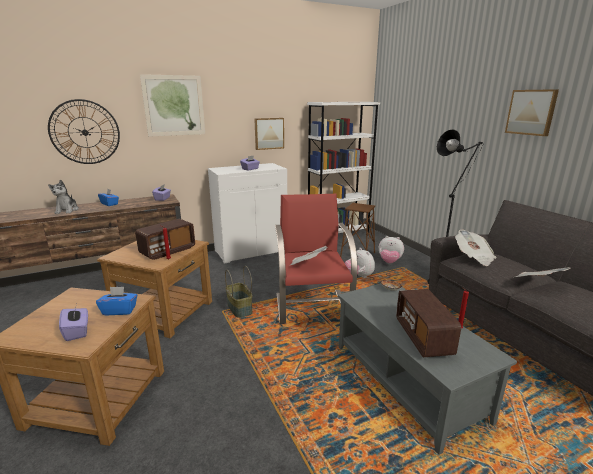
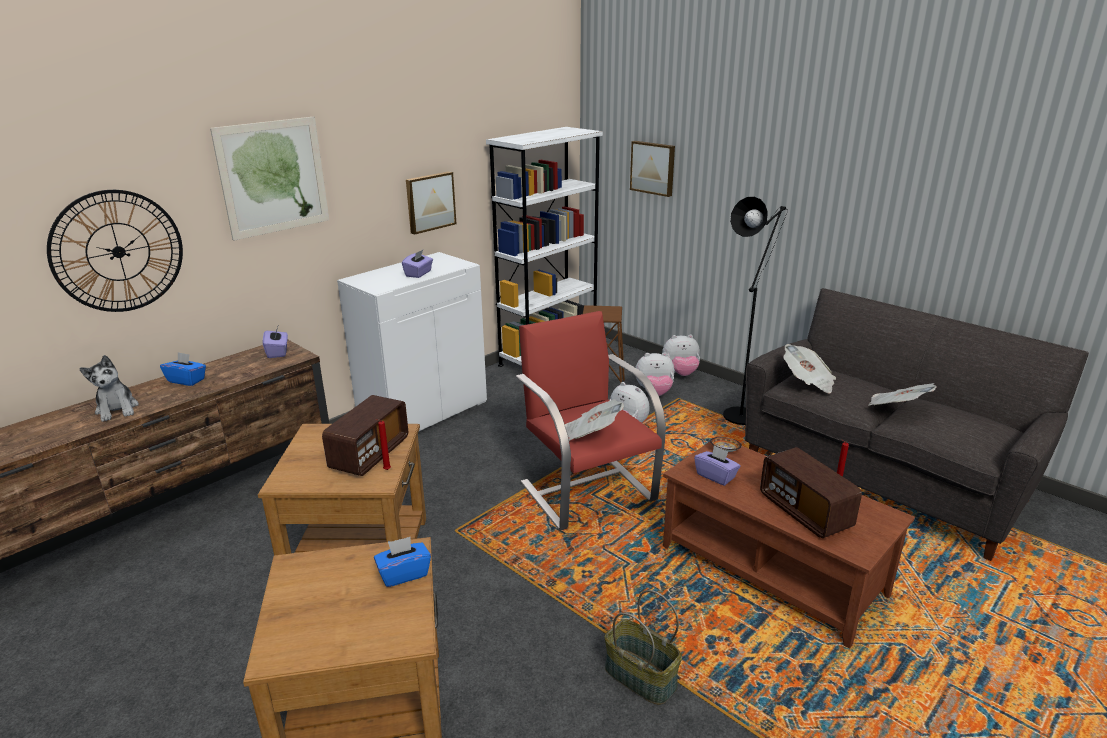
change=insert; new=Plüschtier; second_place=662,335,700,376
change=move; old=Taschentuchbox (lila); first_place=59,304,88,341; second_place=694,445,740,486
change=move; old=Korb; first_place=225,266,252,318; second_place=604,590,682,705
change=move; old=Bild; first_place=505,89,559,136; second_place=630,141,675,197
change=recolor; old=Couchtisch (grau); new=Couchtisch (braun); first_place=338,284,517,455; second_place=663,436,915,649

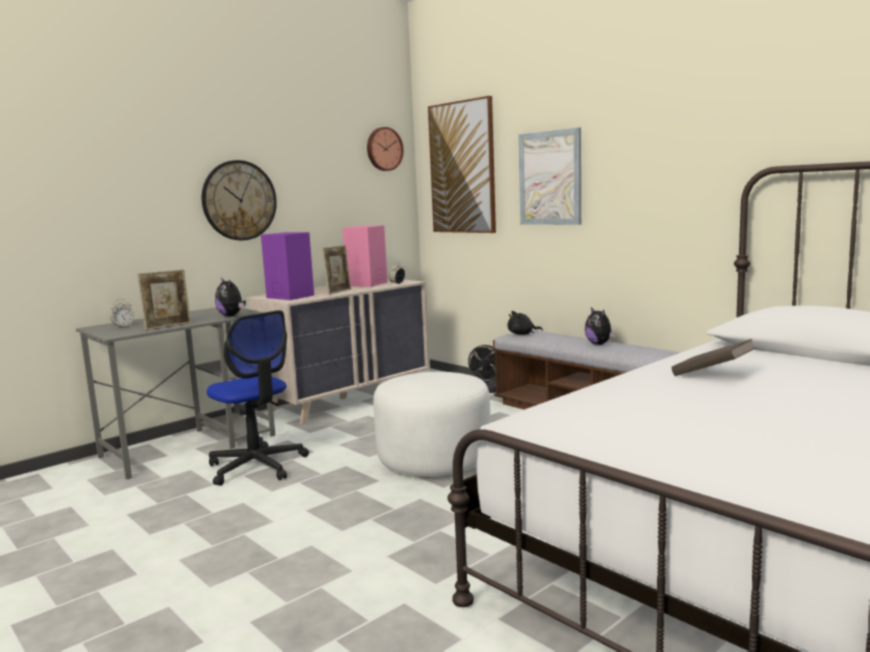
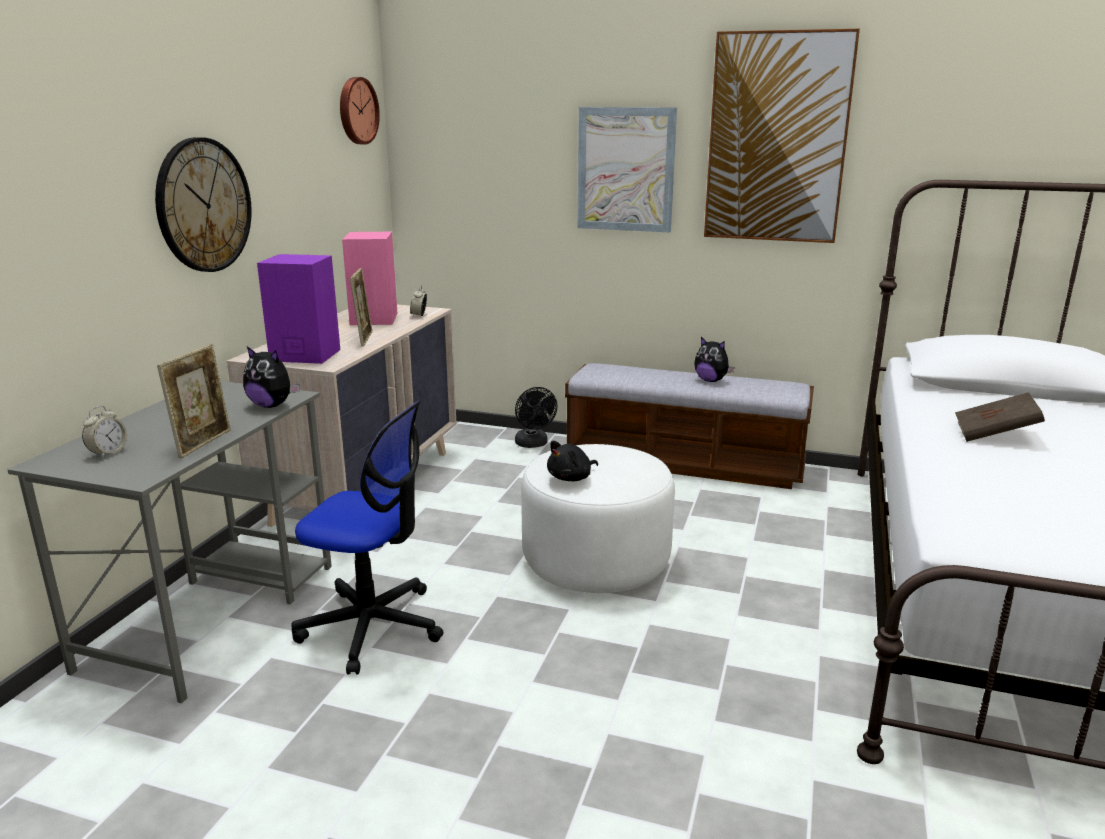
change=move; old=Bild; first_place=428,96,496,233; second_place=704,29,860,243
change=move; old=Plüschtier (schwarz); first_place=508,311,543,335; second_place=547,440,598,481

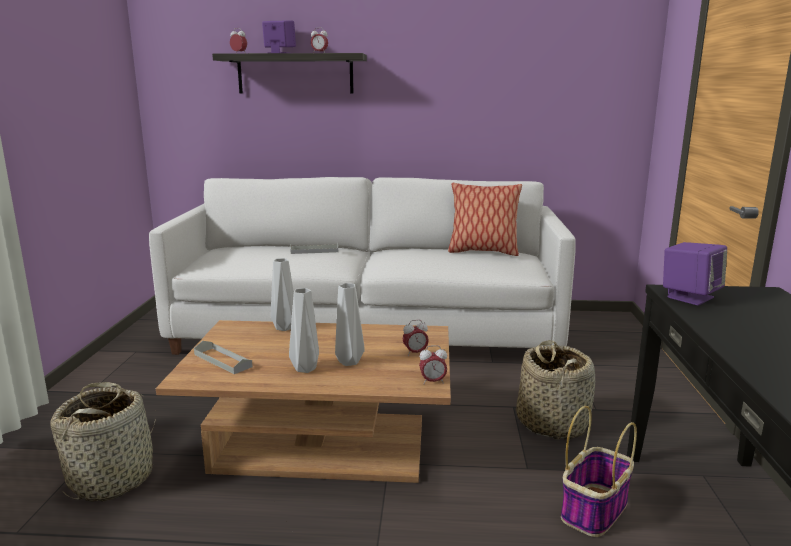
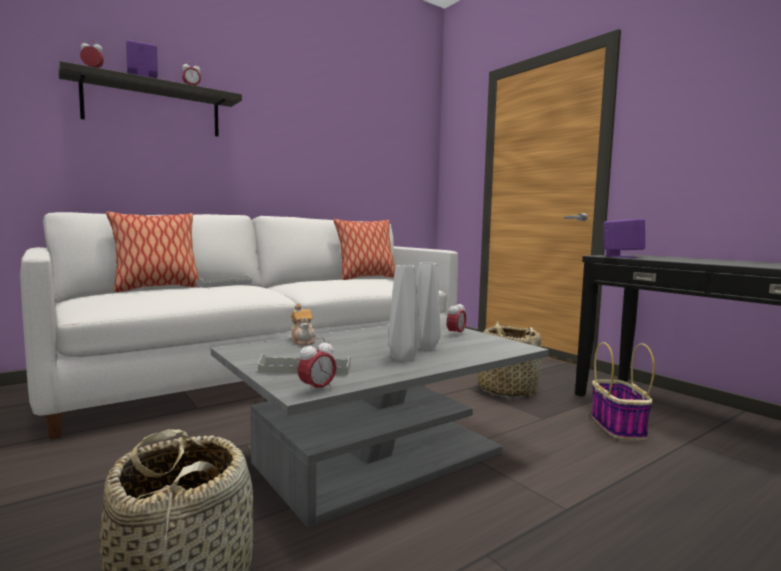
change=insert; new=Kissen; second_place=106,211,199,292
change=move; old=Wecker; first_place=419,345,447,384; second_place=297,337,336,394
change=replace; old=Vase (grau); new=Teekanne; first_place=271,258,294,331; second_place=291,303,316,345
change=recolor; old=Couchtisch (braun); new=Couchtisch (grau); first_place=156,320,451,483; second_place=211,322,549,528

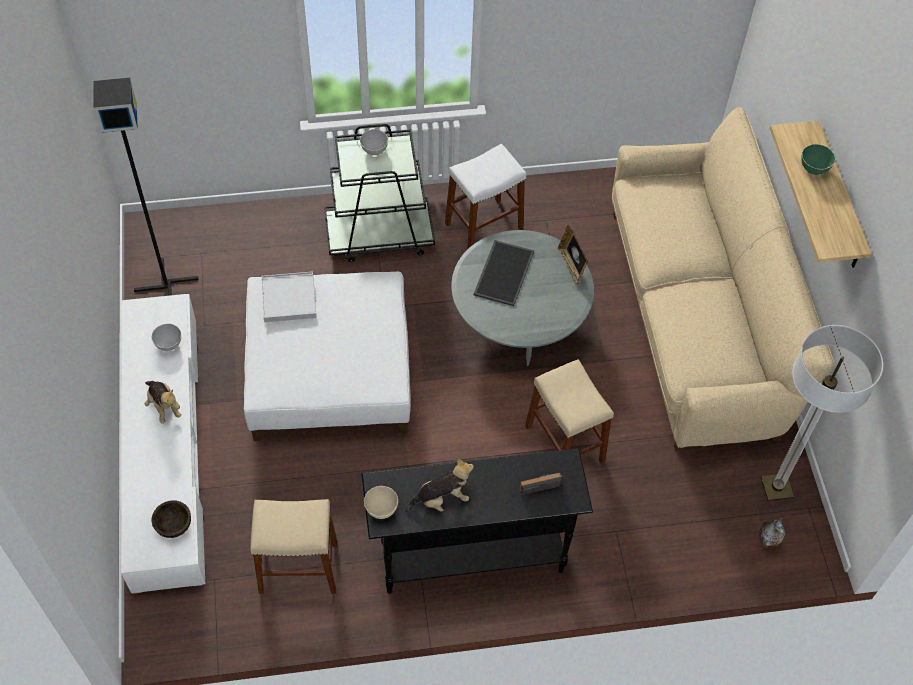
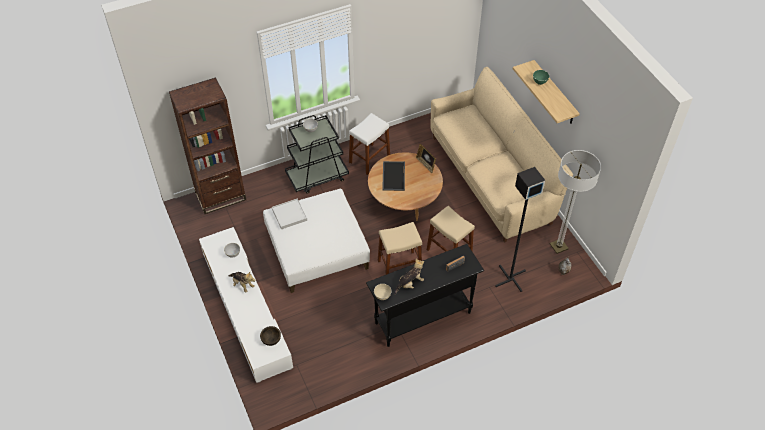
change=insert; new=Bücherregal (braun); second_place=169,77,246,214
change=move; old=Stehlampe (schwarz); first_place=93,78,198,296; second_place=495,167,545,292
change=move; old=Hocker (beige); first_place=251,499,338,594; second_place=378,222,422,275
change=recolor; old=Couchtisch (grau); new=Couchtisch (braun); first_place=451,230,594,366; second_place=368,152,443,221

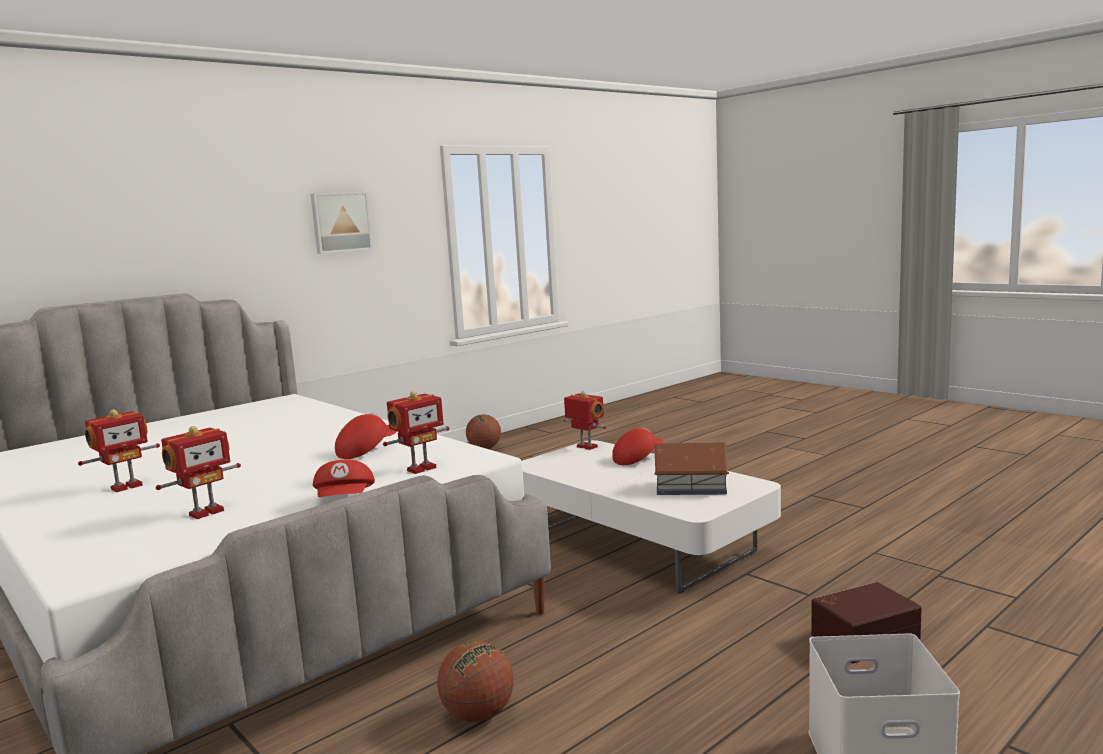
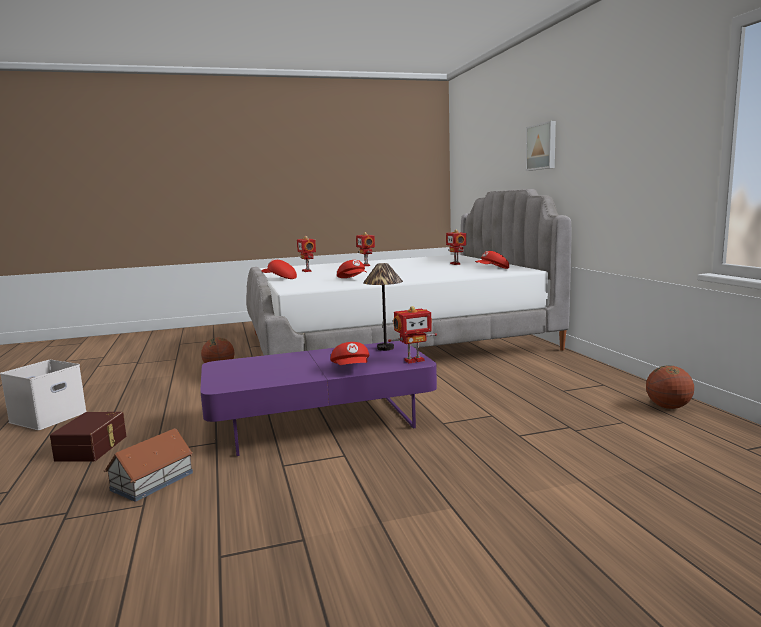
change=insert; new=Tischlampe; second_place=363,263,403,351
change=insert; new=Kappe (rot); second_place=475,251,509,269
change=move; old=Bild; first_place=311,192,373,254; second_place=526,121,556,171
change=move; old=Spielzeugroboter; first_place=383,391,449,474; second_place=446,229,466,265
change=move; old=Spielzeughaus; first_place=654,443,729,495; second_place=104,428,193,502
change=recolor; old=Couchtisch (weiß); new=Couchtisch (lila); first_place=522,440,781,593; second_place=200,341,437,456

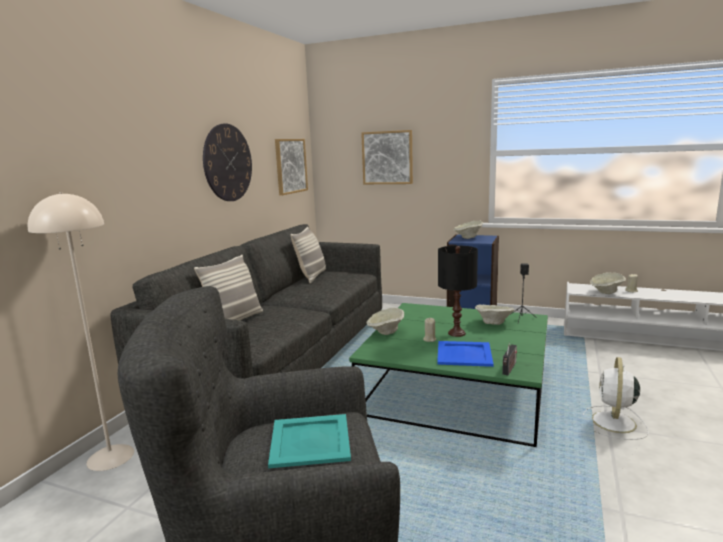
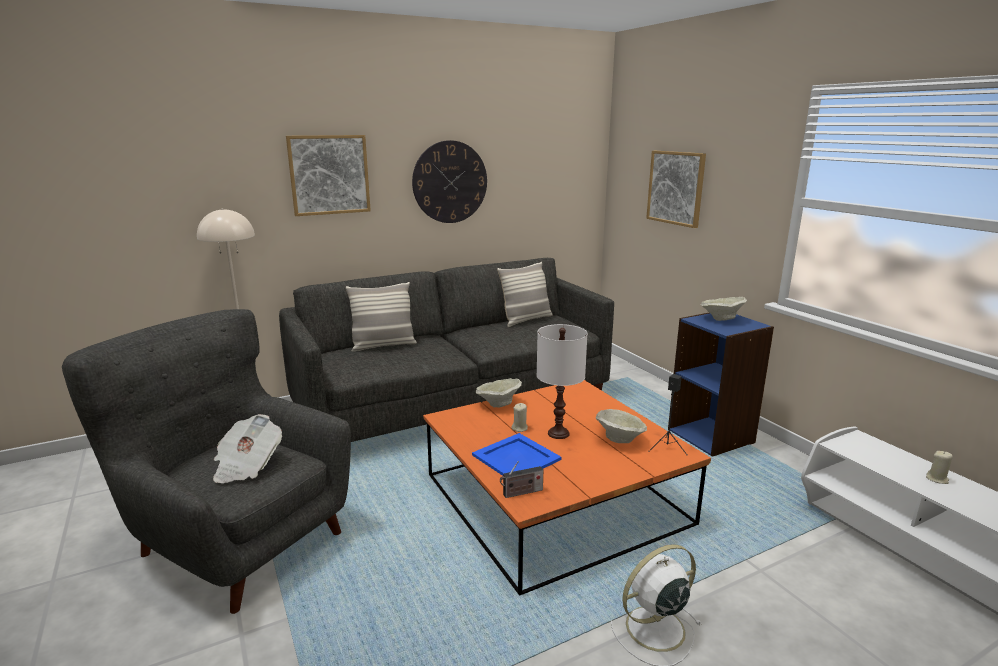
change=delete; old=Schüssel (beige); first_place=590,273,626,294
change=move; old=Bild; first_place=275,139,308,195; second_place=286,135,371,216
change=replace; old=Tablett (türkis); new=Zeitung; first_place=268,414,351,468; second_place=213,414,282,483
change=recolor; old=Couchtisch (grün); new=Couchtisch (orange); first_place=349,303,548,447; second_place=423,380,711,596
change=recolor; old=Tischlampe (schwarz); new=Tischlampe (weiß); first_place=438,245,478,337; second_place=537,324,588,439

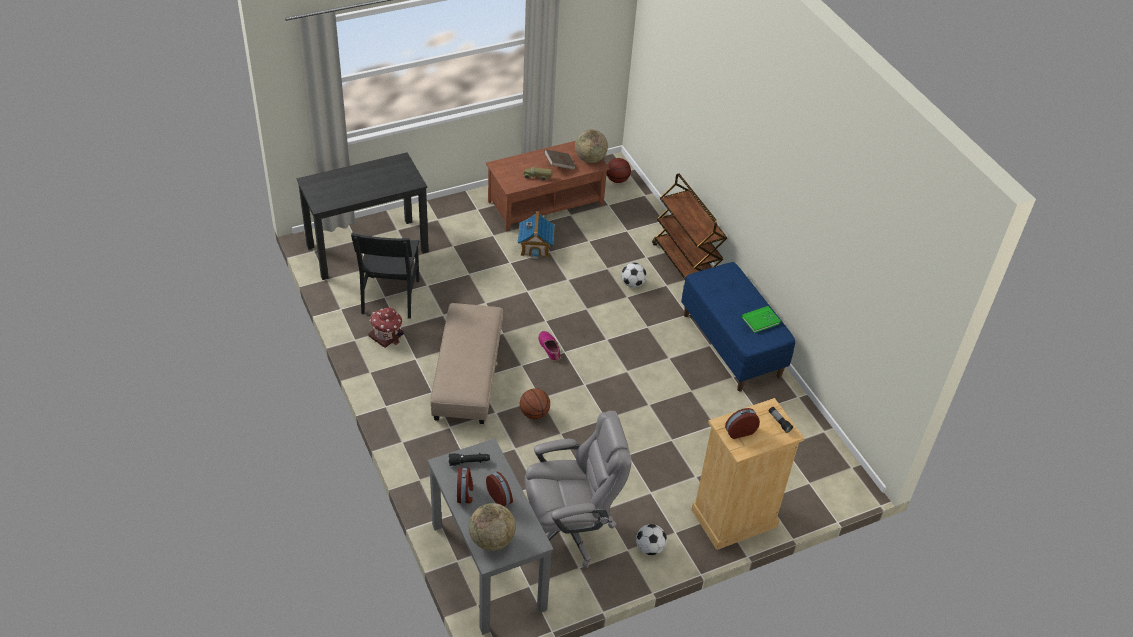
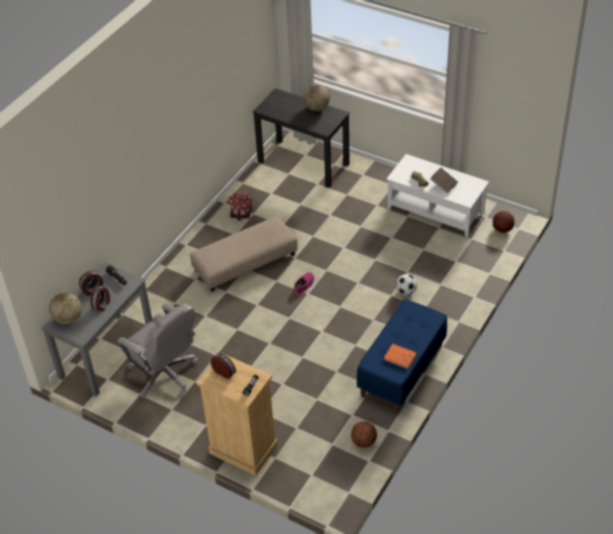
change=delete; old=Stuhl (schwarz); first_place=351,233,419,319
change=delete; old=Spielzeughaus; first_place=518,211,555,260
change=delete; old=Fußball; first_place=636,524,667,555
change=delete; old=Rollwagen (braun); first_place=652,174,727,279
change=move; old=Basketball; first_place=520,388,550,419; second_place=351,421,377,448
change=move; old=Globus; first_place=575,129,608,163; second_place=303,84,330,111
change=recolor; old=Couchtisch (braun); new=Couchtisch (weiß); first_place=486,141,609,231; second_place=386,154,489,237
change=recolor; old=Buch (grün); new=Buch (orange); first_place=742,306,781,333; second_place=384,344,417,369

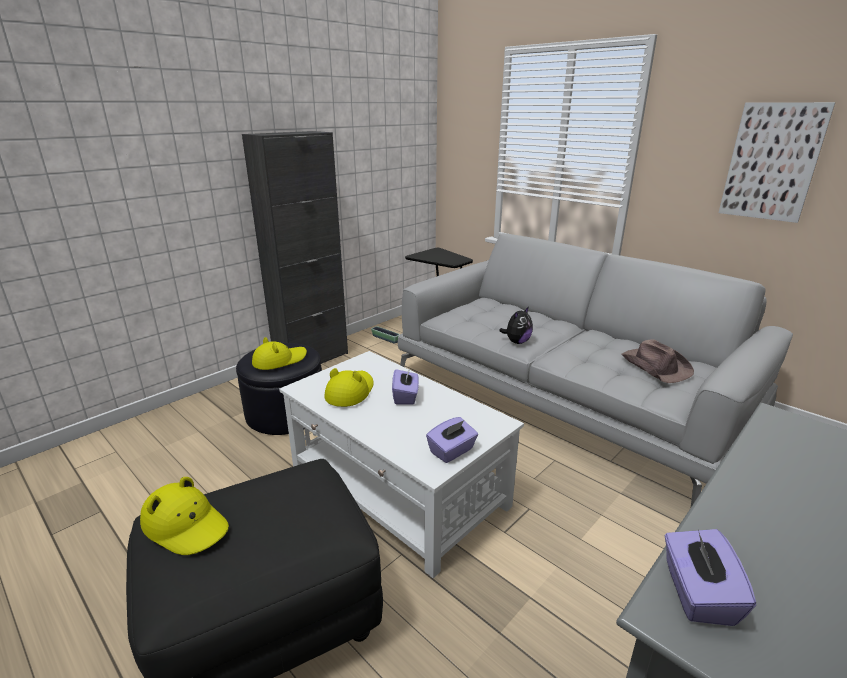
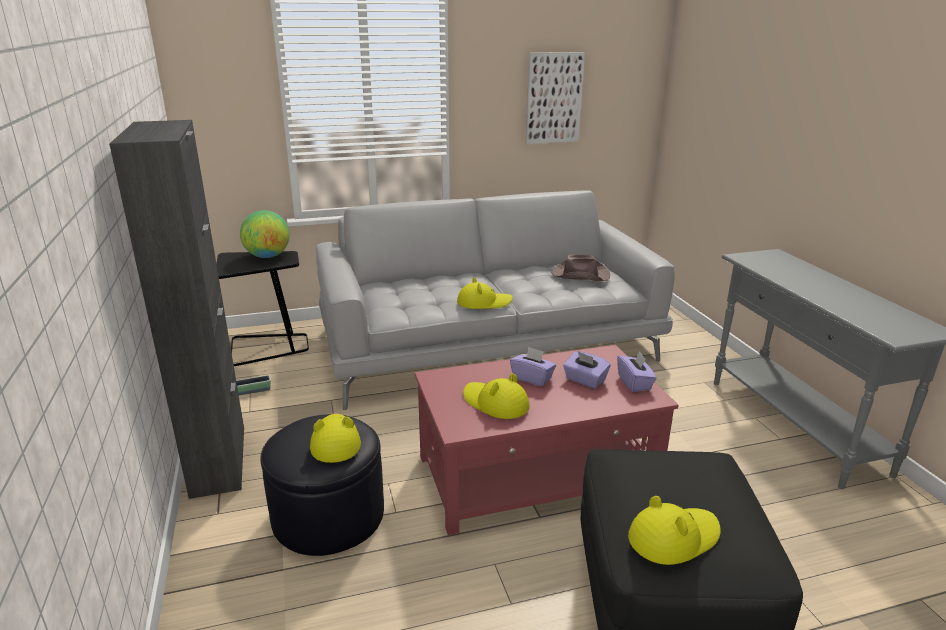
change=insert; new=Globus; second_place=240,210,290,258
change=move; old=Taschentuchbox (lila); first_place=665,529,756,626; second_place=563,351,611,389
change=replace; old=Plüschtier; new=Hut (gelb); first_place=499,306,533,344; second_place=457,277,513,309
change=recolor; old=Couchtisch (weiß); new=Couchtisch (rot); first_place=279,351,524,578; second_place=415,345,679,535

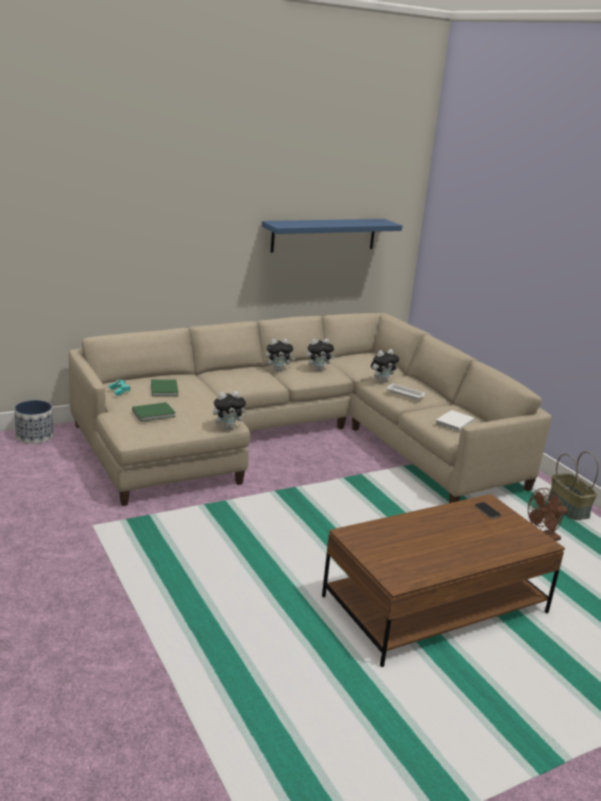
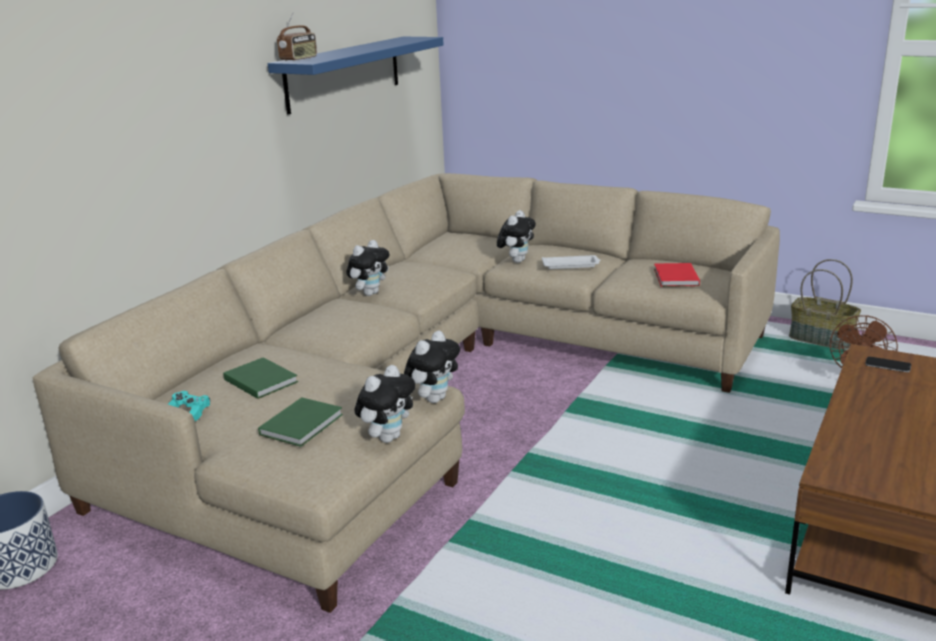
change=insert; new=Radio; second_place=277,12,317,61
change=move; old=Plüschtier; first_place=306,338,335,371; second_place=355,365,416,443
change=recolor; old=Buch (weiß); new=Buch (rot); first_place=435,410,474,432; second_place=654,263,700,287

